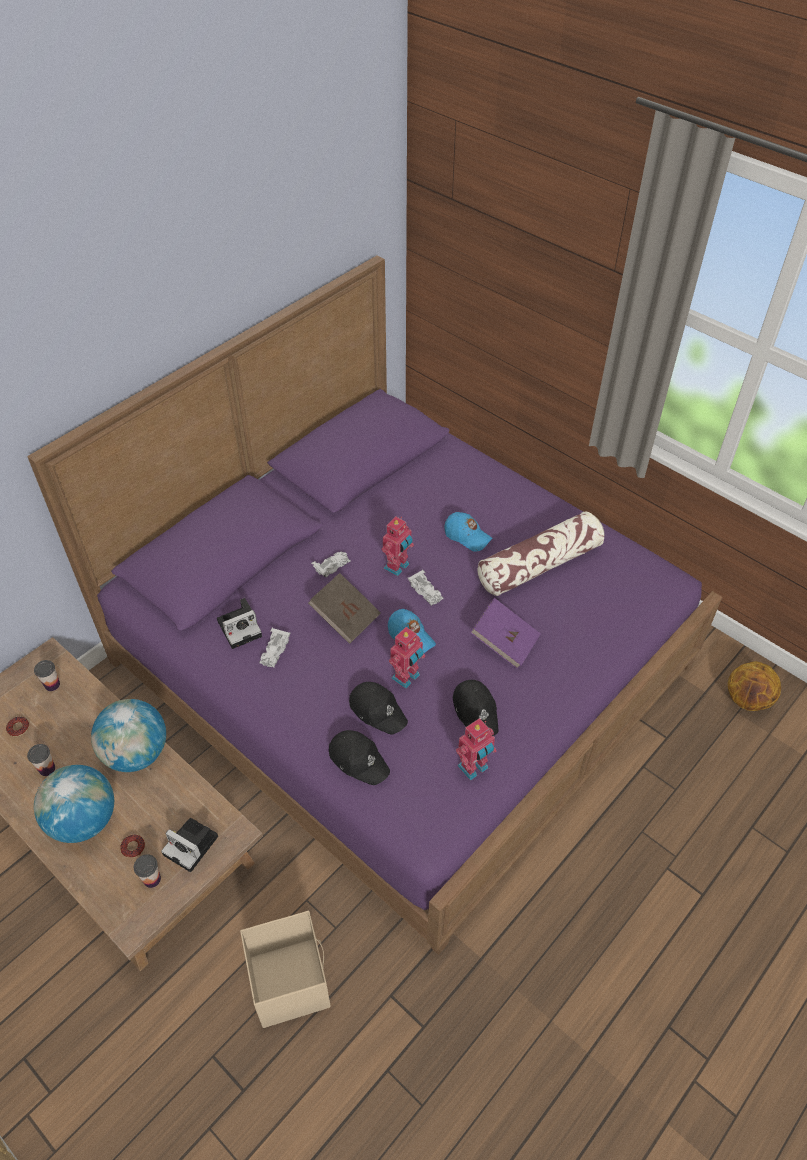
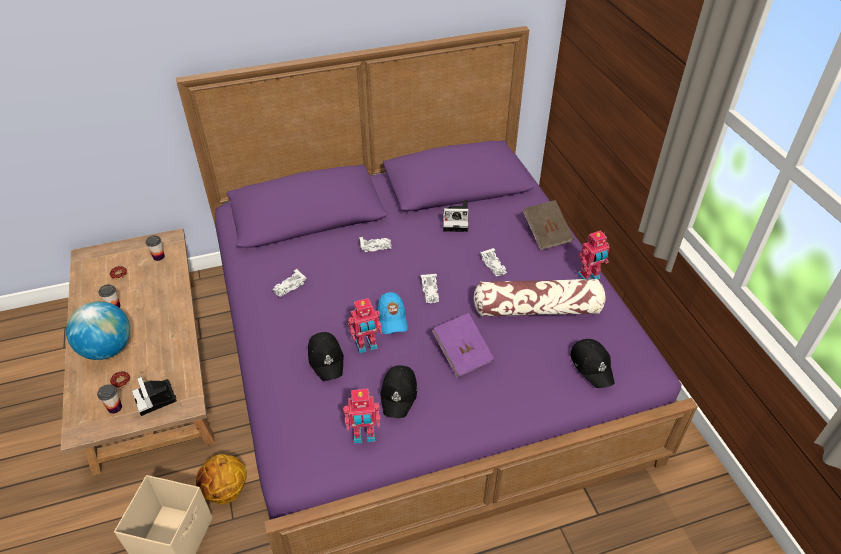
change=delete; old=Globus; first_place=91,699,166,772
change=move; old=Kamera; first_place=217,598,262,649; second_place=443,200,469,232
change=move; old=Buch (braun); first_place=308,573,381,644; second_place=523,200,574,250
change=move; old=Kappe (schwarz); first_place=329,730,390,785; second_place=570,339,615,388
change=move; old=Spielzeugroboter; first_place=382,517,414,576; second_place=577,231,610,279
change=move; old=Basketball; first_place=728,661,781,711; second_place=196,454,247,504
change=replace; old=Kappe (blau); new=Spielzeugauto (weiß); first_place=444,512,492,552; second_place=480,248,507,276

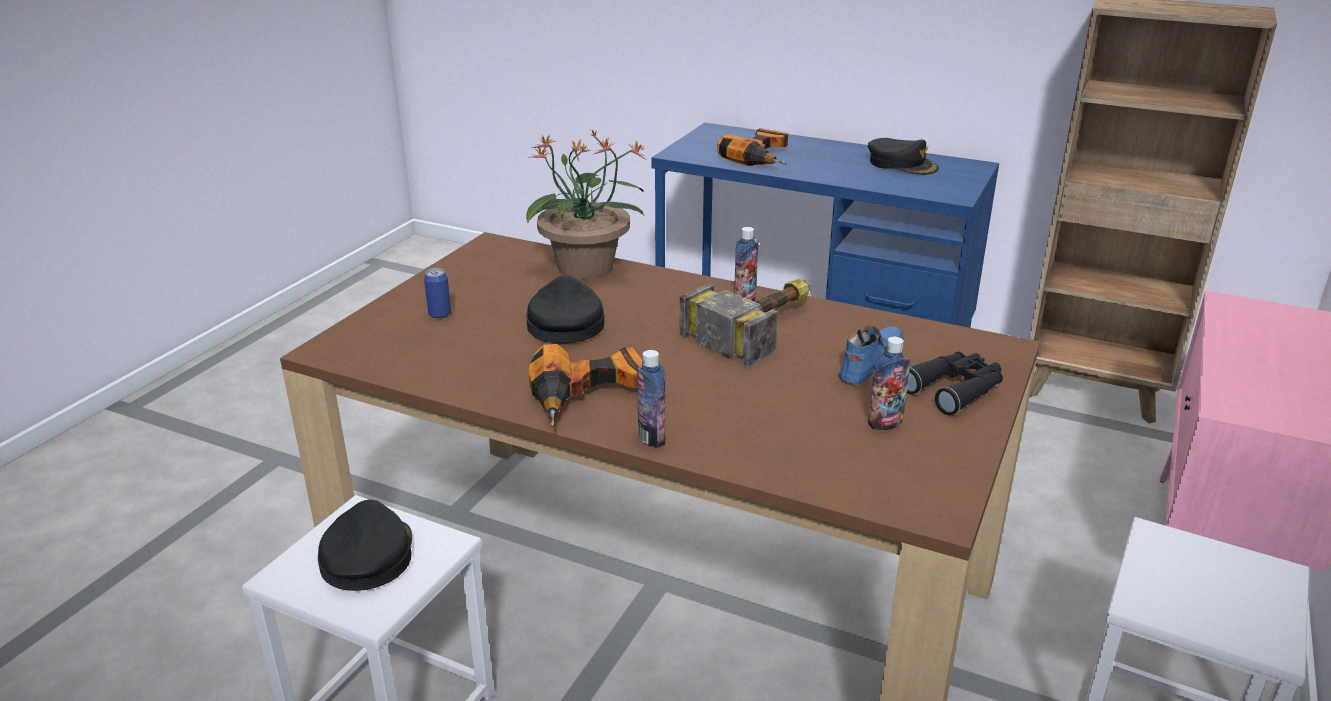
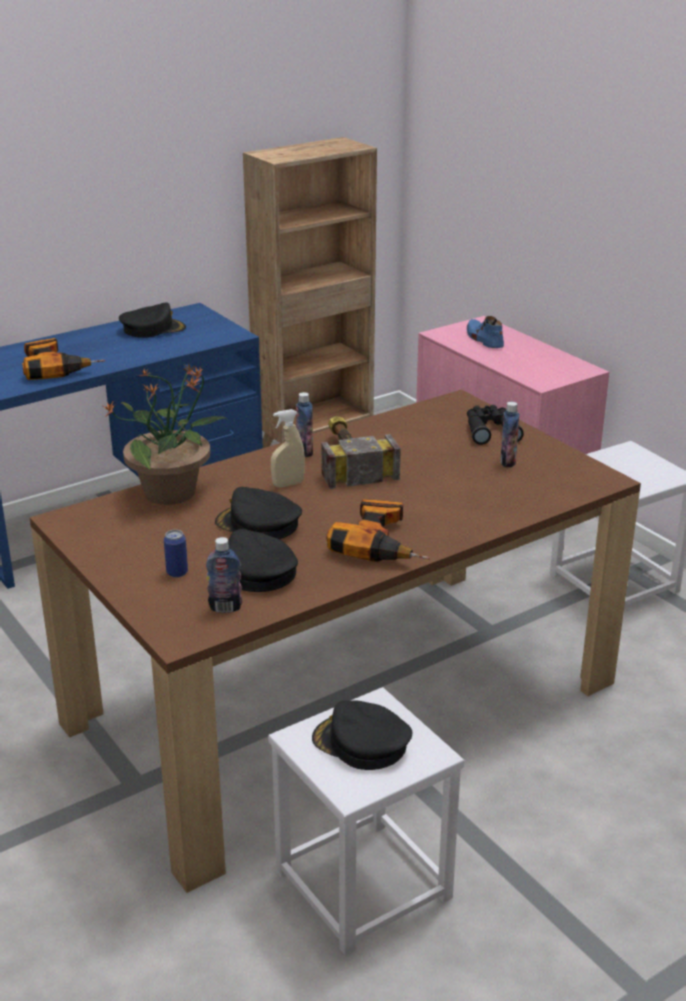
change=insert; new=Kappe (schwarz); second_place=228,529,298,592
change=insert; new=Sprühflasche (beige); second_place=271,409,305,488
change=move; old=Flasche; first_place=637,350,665,448; second_place=206,537,242,613
change=move; old=Schuh (blau); first_place=838,325,904,384; second_place=467,316,504,348

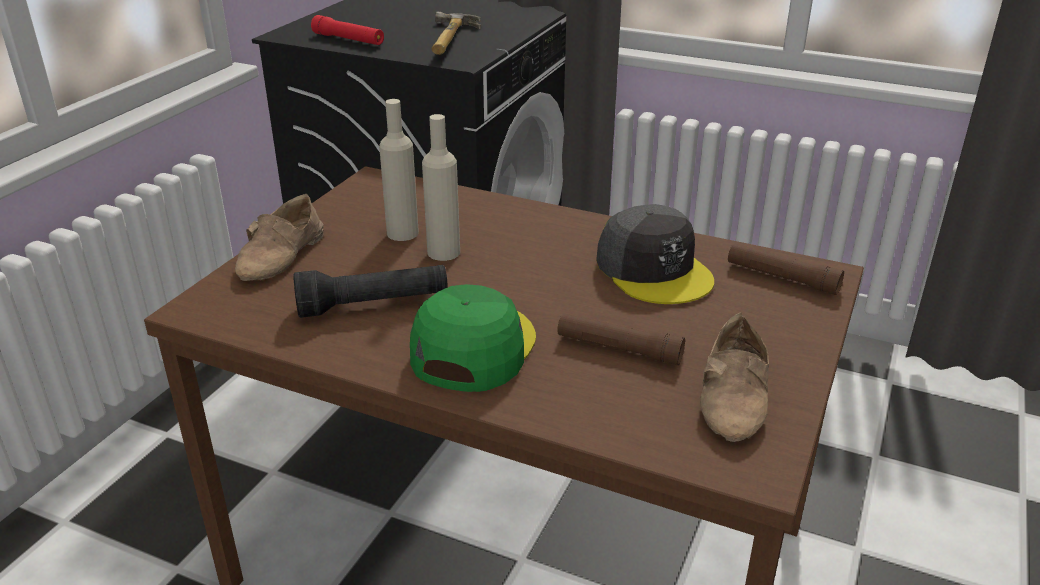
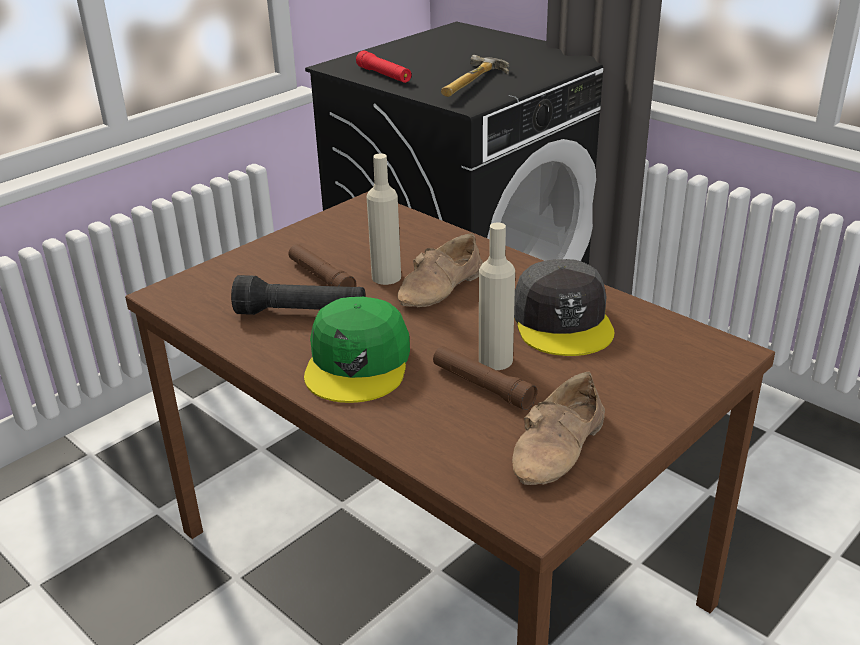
change=move; old=Schuh (beige); first_place=235,194,324,281; second_place=397,233,483,307
change=move; old=Flasche (beige); first_place=379,99,419,241; second_place=479,222,515,370
change=move; old=Taschenlampe (braun); first_place=728,243,844,295; second_place=288,244,357,287
change=rotate; old=Kappe (grün); first_place=410,284,536,392; second_place=304,297,410,403; degrees=150

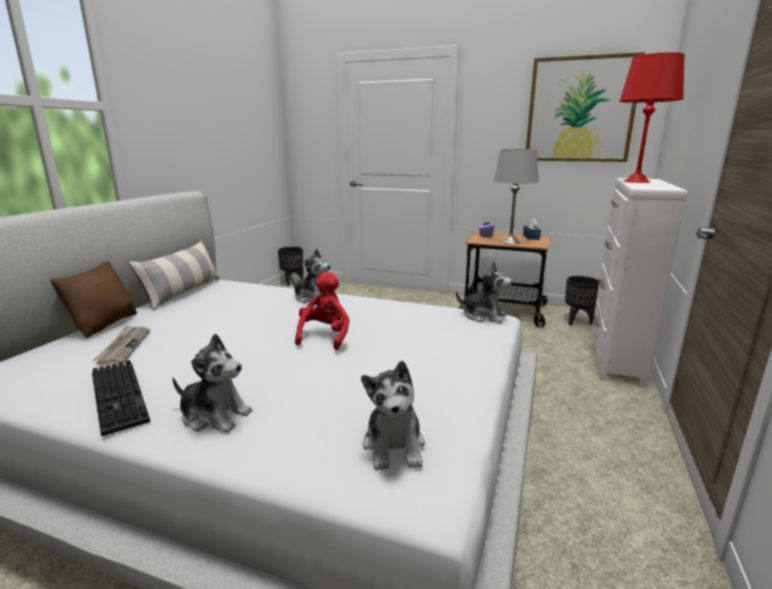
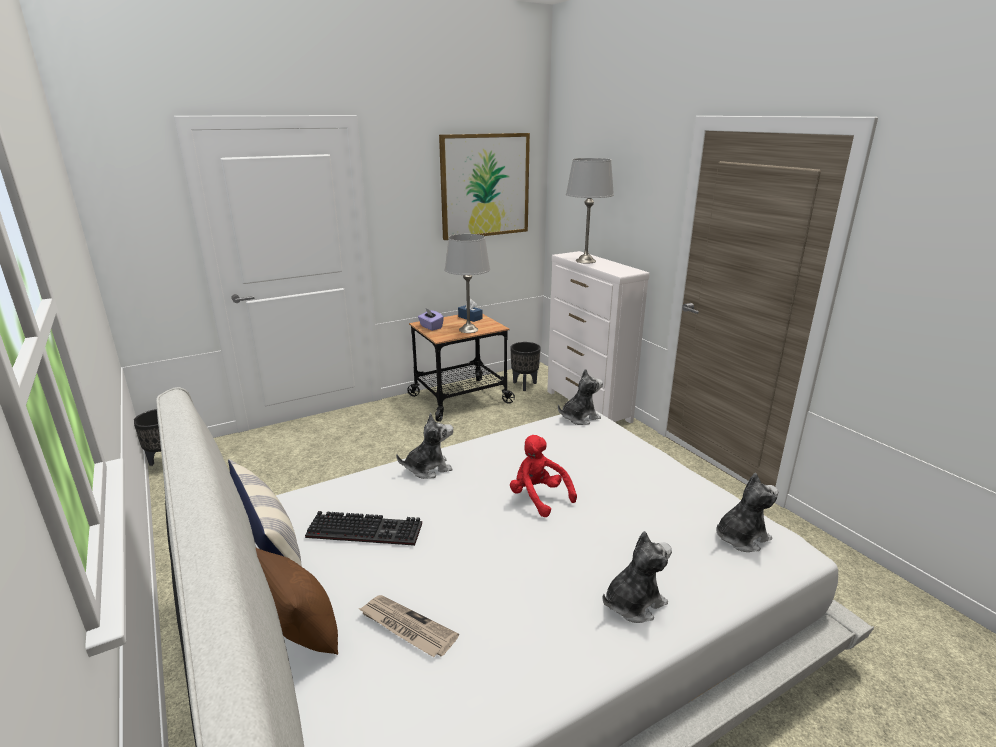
change=move; old=Tastatur; first_place=92,360,150,437; second_place=305,511,422,546
change=recolor; old=Tischlampe (rot); new=Tischlampe (grau); first_place=619,52,685,183; second_place=566,158,614,264
change=rotate; old=Plüschtier; first_place=361,360,425,470; second_place=717,473,778,552; degrees=-60

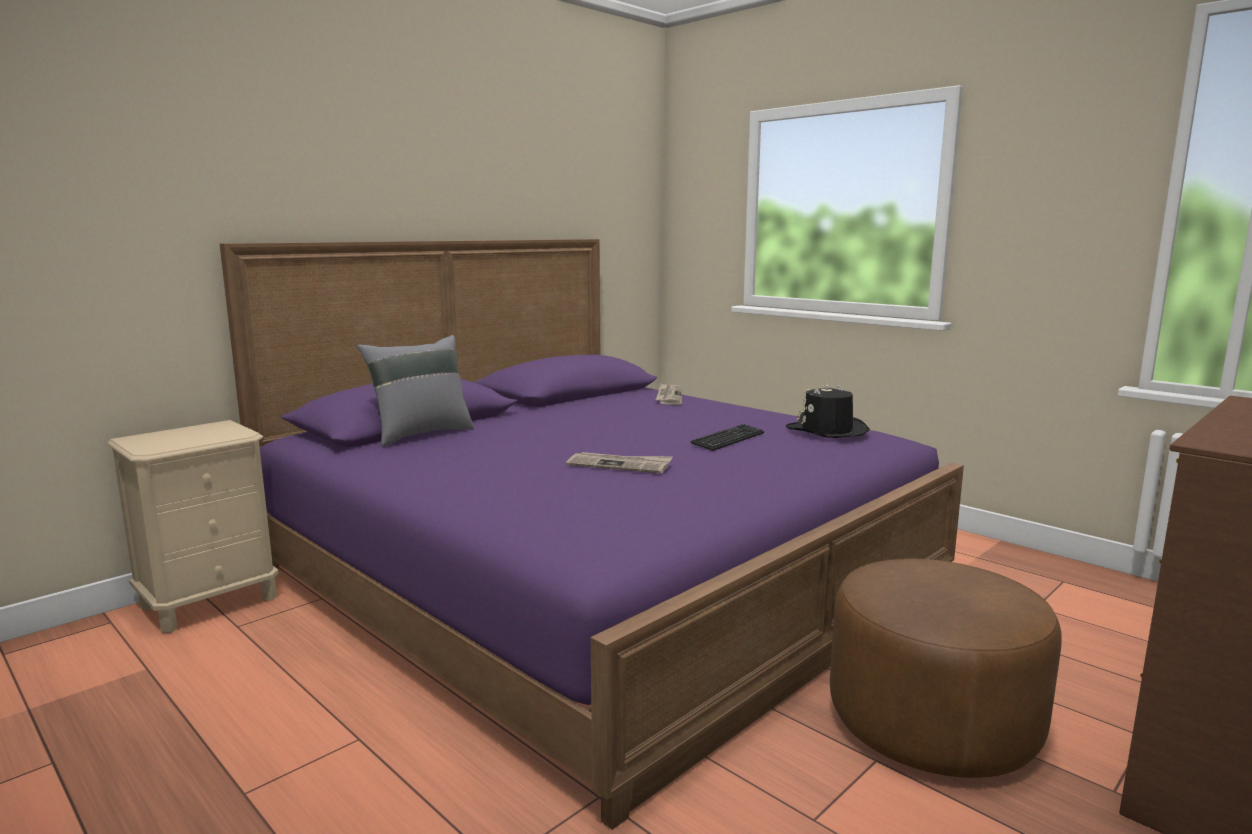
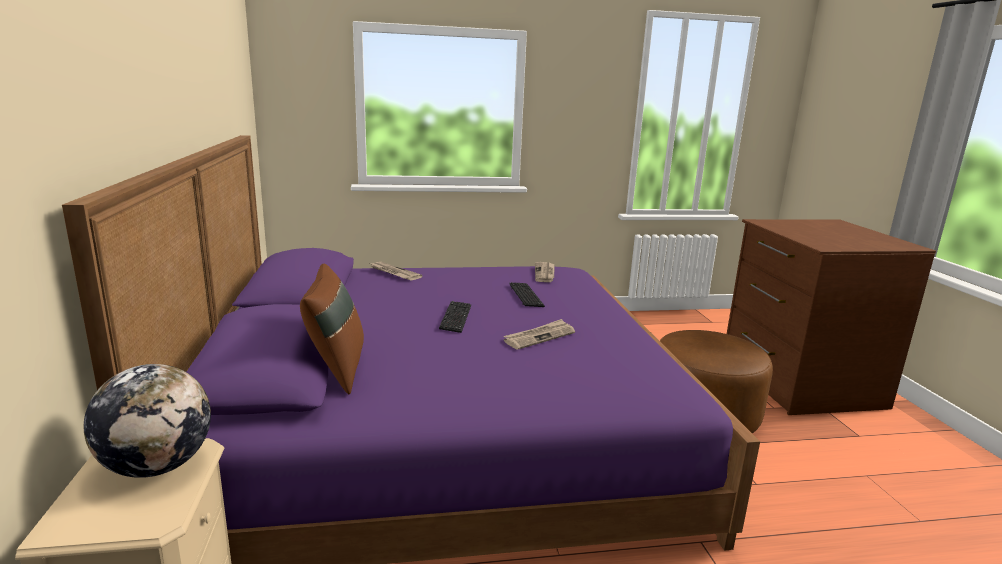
change=insert; new=Globus; second_place=84,364,211,478
change=insert; new=Tastatur; second_place=439,301,471,333
change=replace; old=Hut (schwarz); new=Zeitung; first_place=786,382,870,438; second_place=535,262,555,282
change=recolor; old=Kissen (grau); new=Kissen (braun); first_place=357,335,474,447; second_place=300,263,364,394

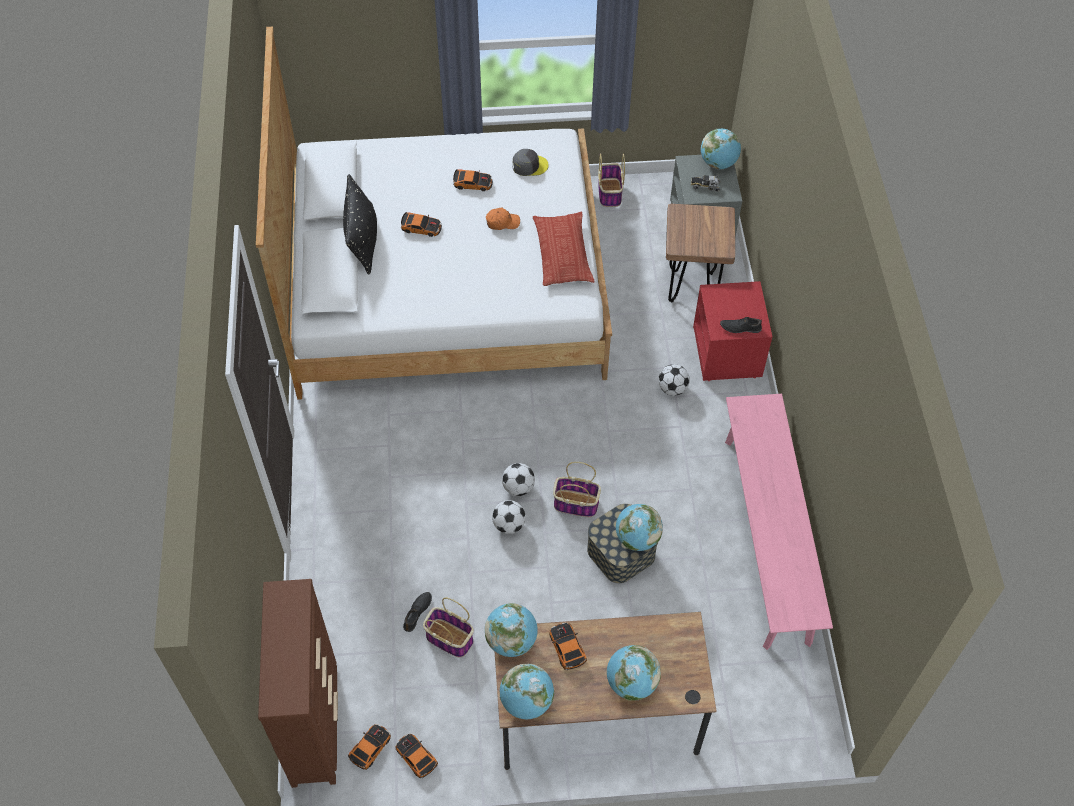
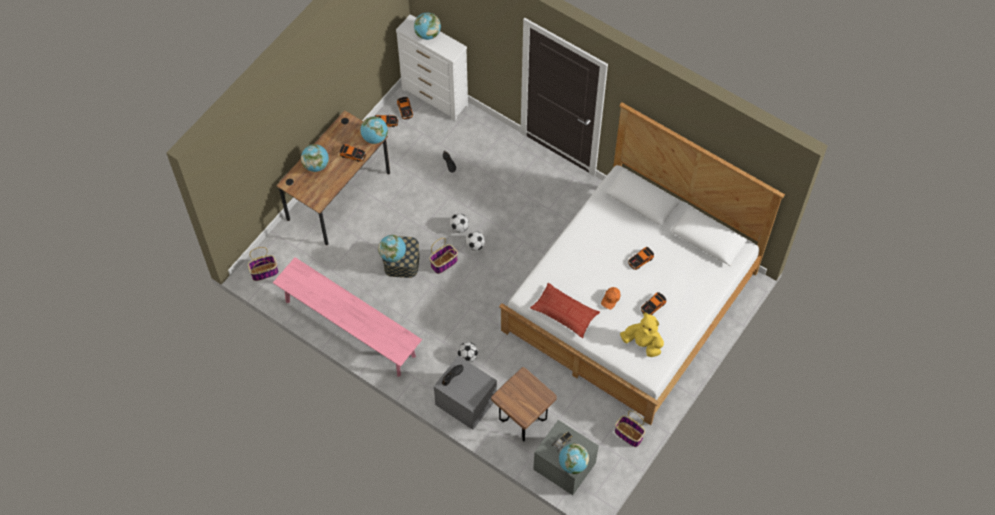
change=delete; old=Kissen (schwarz); first_place=343,174,377,274
change=move; old=Korb; first_place=423,598,474,658; second_place=248,247,279,281
change=move; old=Globus; first_place=500,664,554,719; second_place=414,13,441,40
change=replace; old=Kappe (grau); new=Plüschtier (gelb); first_place=512,149,549,176; second_place=620,312,664,357
change=recolor; old=Kommode (braun); new=Kommode (weiß); first_place=258,579,338,788; second_place=396,14,468,121
change=recolor; old=Nachttisch (rot); new=Nachttisch (grau); first_place=693,281,772,381; second_place=434,356,497,430

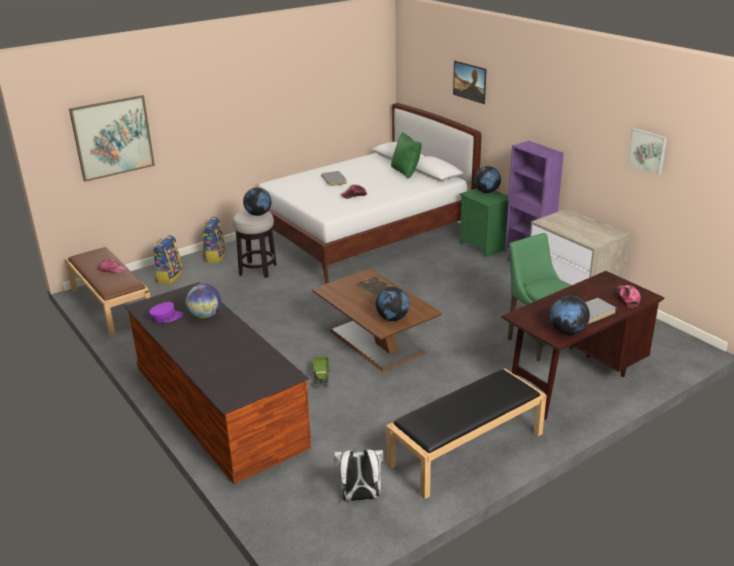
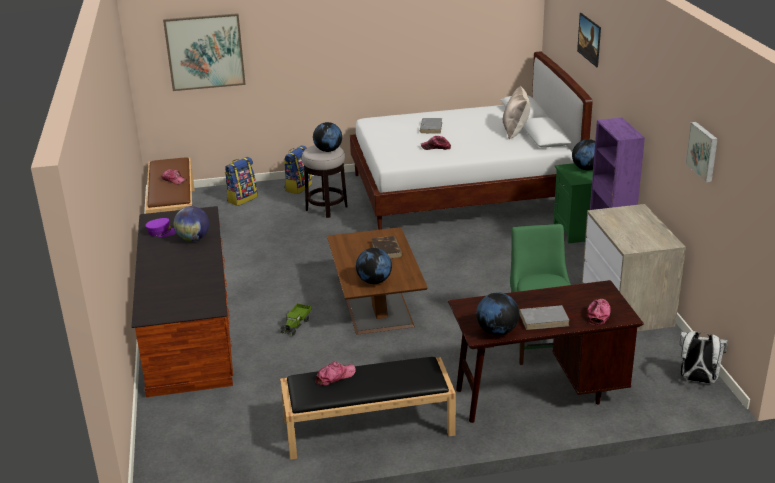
change=insert; new=Kappe; second_place=315,361,356,386
change=move; old=Rucksack (weiß); first_place=334,447,383,501; second_place=680,331,728,384
change=recolor; old=Kissen (grün); new=Kissen (beige); first_place=391,132,422,179; second_place=503,86,530,139

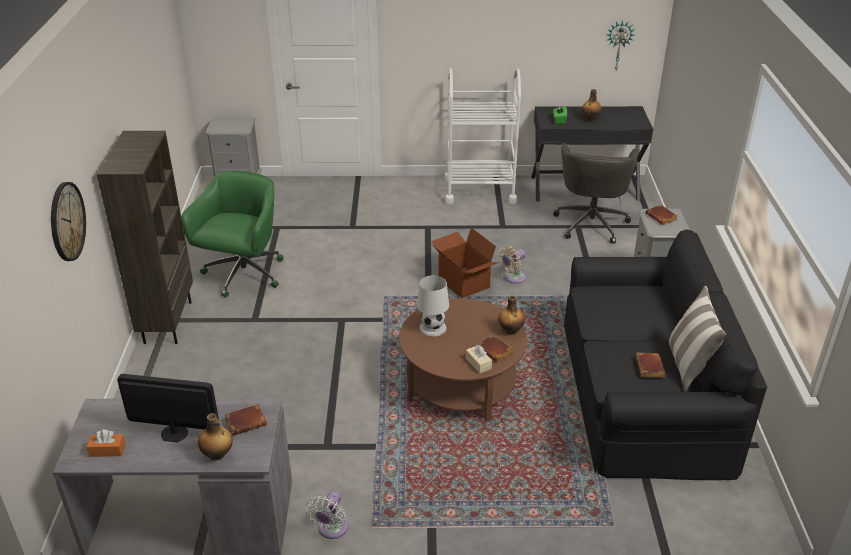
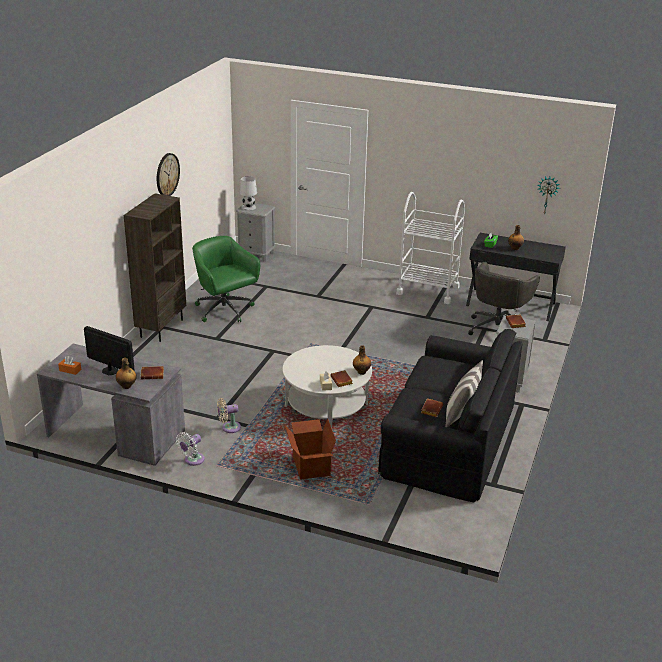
change=move; old=Wanduhr; first_place=51,182,86,261; second_place=157,153,180,196
change=move; old=Tischlampe (weiß); first_place=417,275,449,337; second_place=240,176,257,210
change=move; old=Karton; first_place=431,228,499,298; second_place=285,418,336,480
change=move; old=Ventilator (beige); first_place=498,245,526,284; second_place=217,398,241,433
change=recolor; old=Couchtisch (braun); new=Couchtisch (weiß); first_place=399,299,527,422; second_place=282,345,372,428
change=rotate; old=Bürostuhl (grün); first_place=181,171,283,298; second_place=192,236,260,322; degrees=-75

